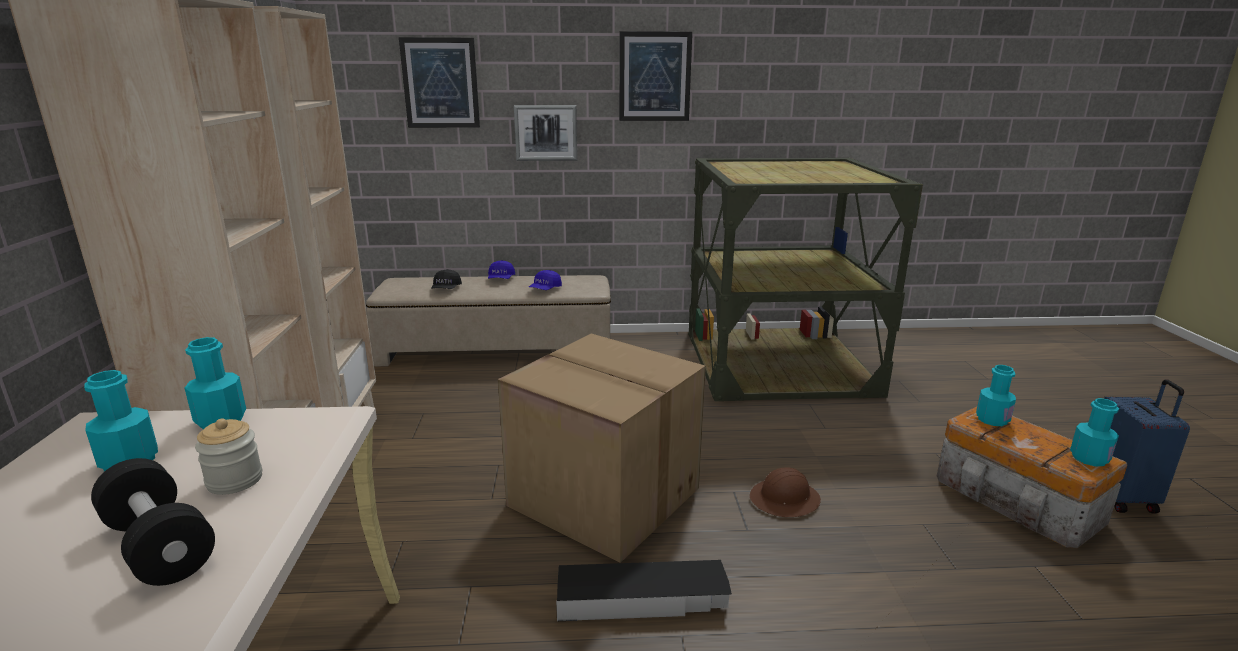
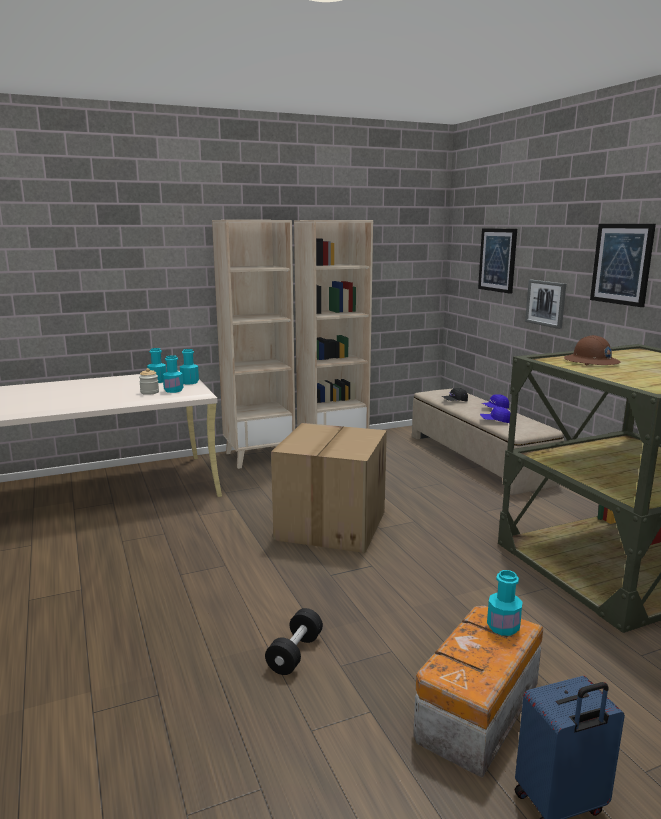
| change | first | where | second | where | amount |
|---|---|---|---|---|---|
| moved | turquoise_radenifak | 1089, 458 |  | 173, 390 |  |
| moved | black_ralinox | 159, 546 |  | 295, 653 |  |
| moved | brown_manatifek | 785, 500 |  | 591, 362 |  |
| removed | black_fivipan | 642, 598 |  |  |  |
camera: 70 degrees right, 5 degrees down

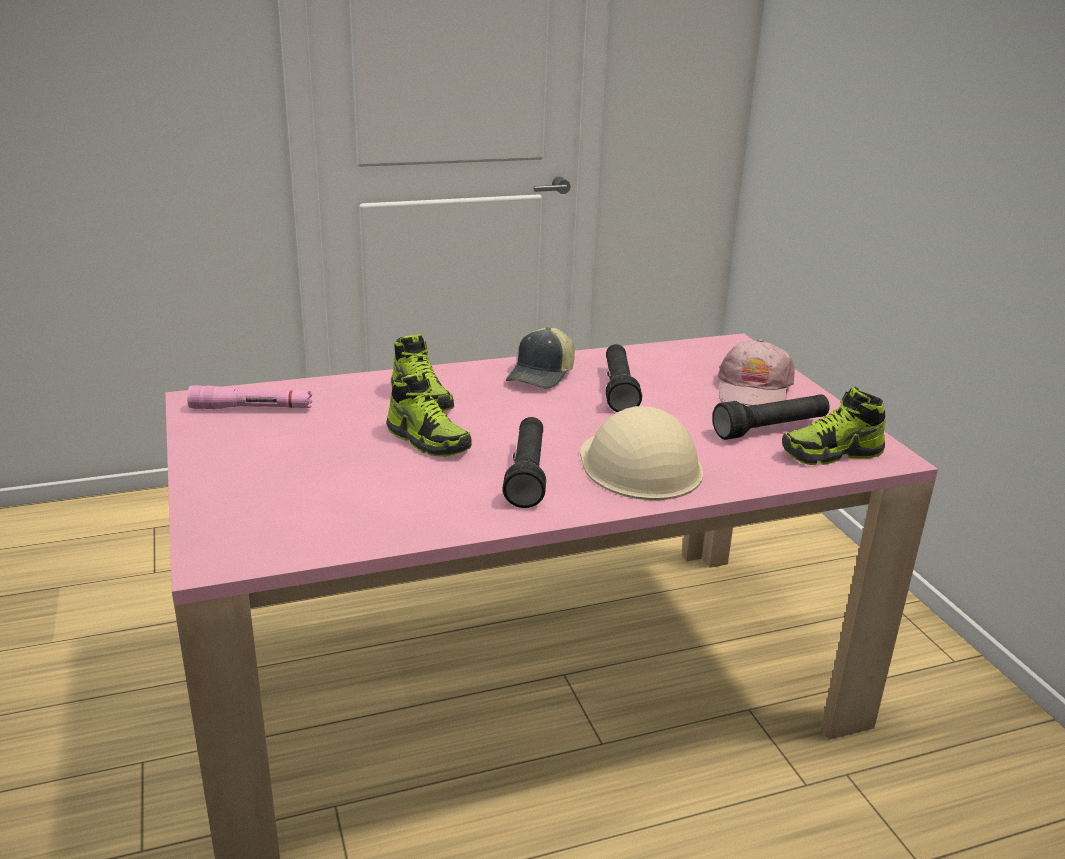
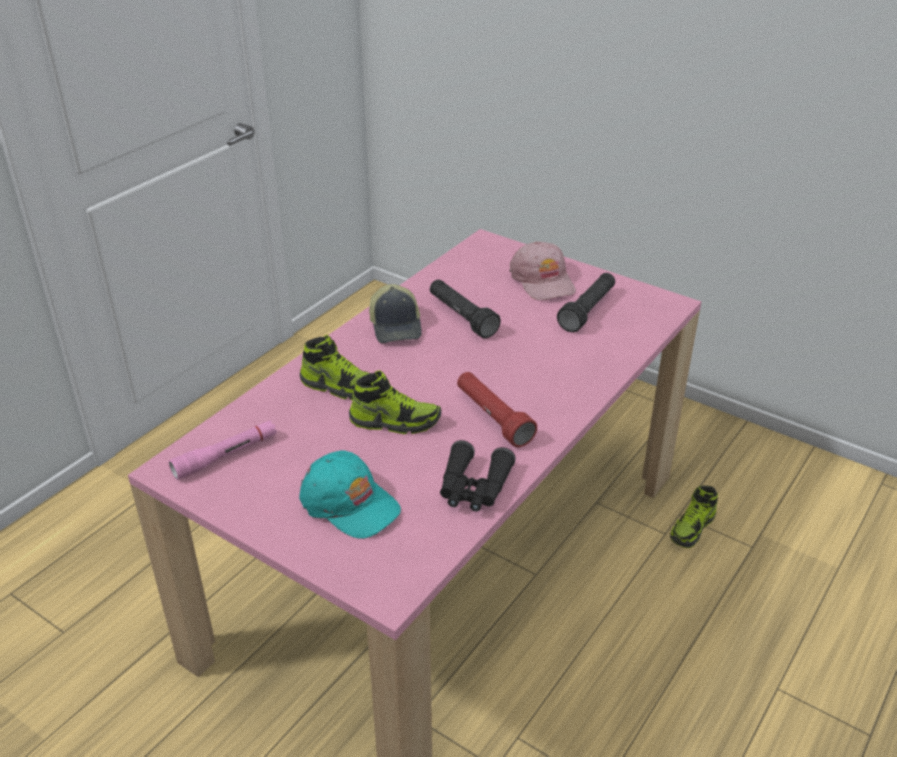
| change | first | where | second | where | amount |
|---|---|---|---|---|---|
| moved | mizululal | 831, 454 |  | 692, 529 |  |
| removed | beige_manatifek | 640, 464 |  |  |  |
| recoloured | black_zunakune | 527, 474 | red_zunakune | 493, 418 |  |
| added |  |  | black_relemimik | 473, 488 |  |
| added |  |  | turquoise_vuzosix | 349, 503 |  |
camera: 35 degrees left, 10 degrees up

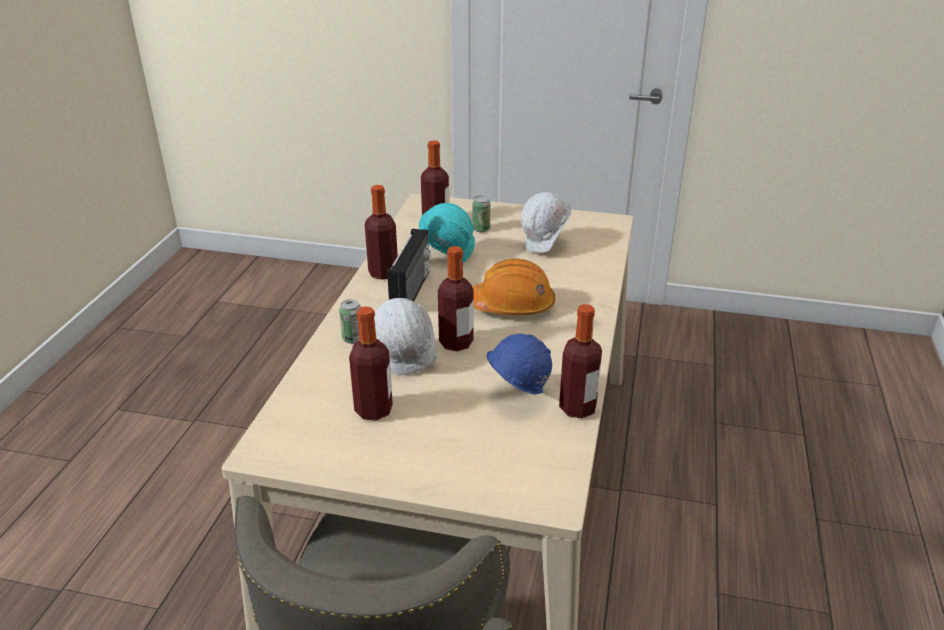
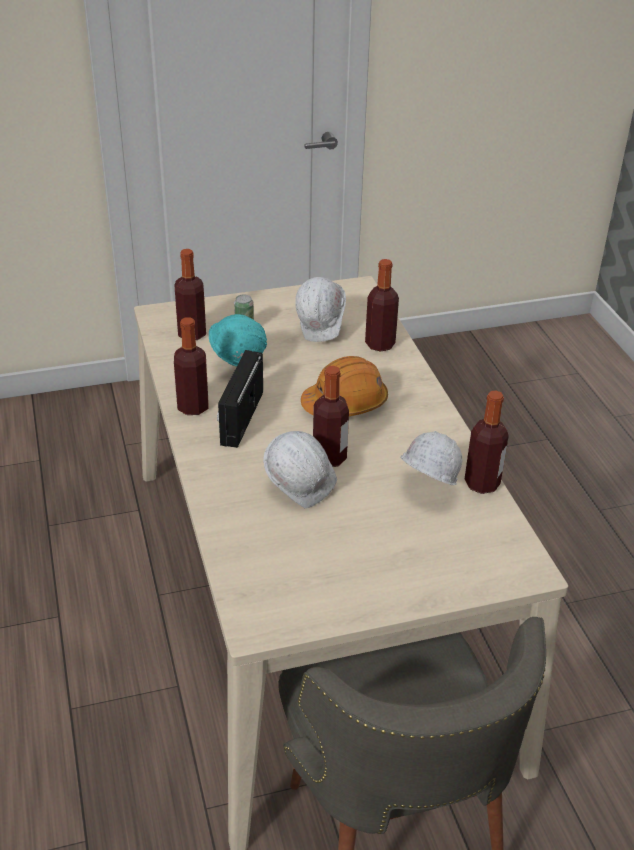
| change | first | where | second | where | amount |
|---|---|---|---|---|---|
| turned | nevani | 412, 291 |  | 240, 418 | 150 degrees counterclockwise |
| removed | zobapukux | 353, 339 |  |  |  |
| moved | radenifak | 373, 410 |  | 380, 344 |  |
| recoloured | blue_manatifek | 516, 396 | white_manatifek | 425, 491 |  |
camera: 30 degrees left, 5 degrees up

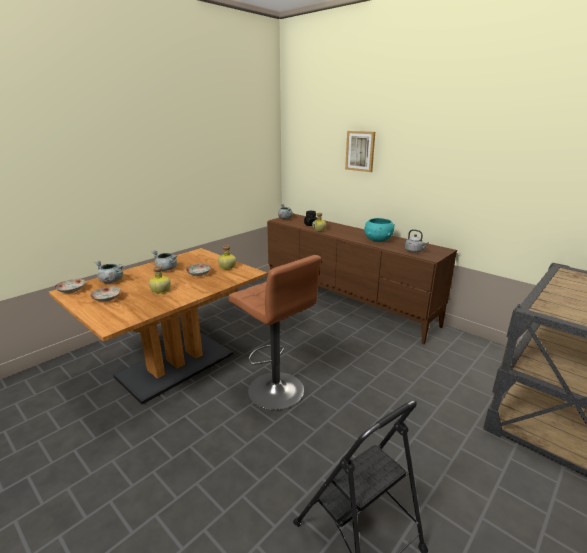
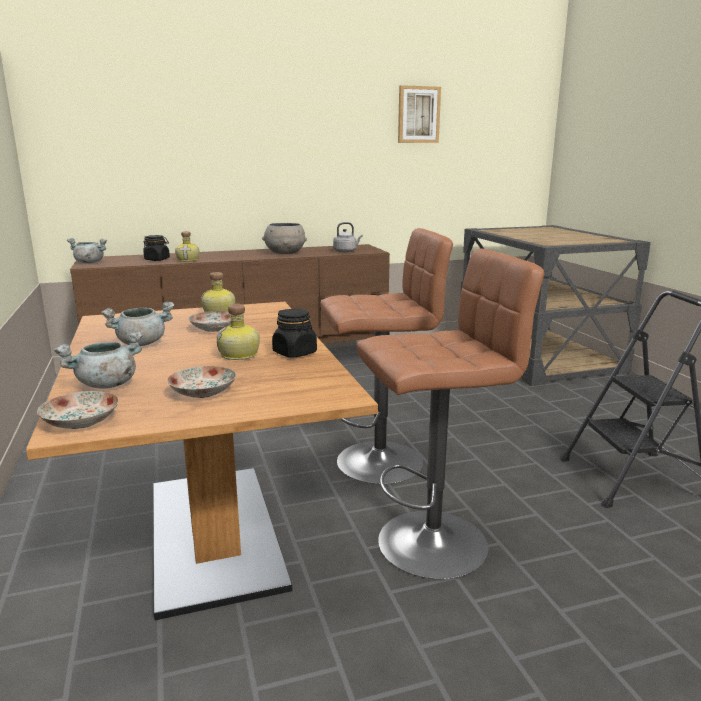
| change | first | where | second | where | amount |
|---|---|---|---|---|---|
| moved | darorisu | 360, 151 |  | 418, 115 |  |
| recoloured | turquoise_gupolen | 378, 240 | grey_gupolen | 285, 252 |  |
| added |  |  | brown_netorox | 434, 543 |  |
| added |  |  | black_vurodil | 295, 353 |  |
camera: 60 degrees left, 5 degrees down

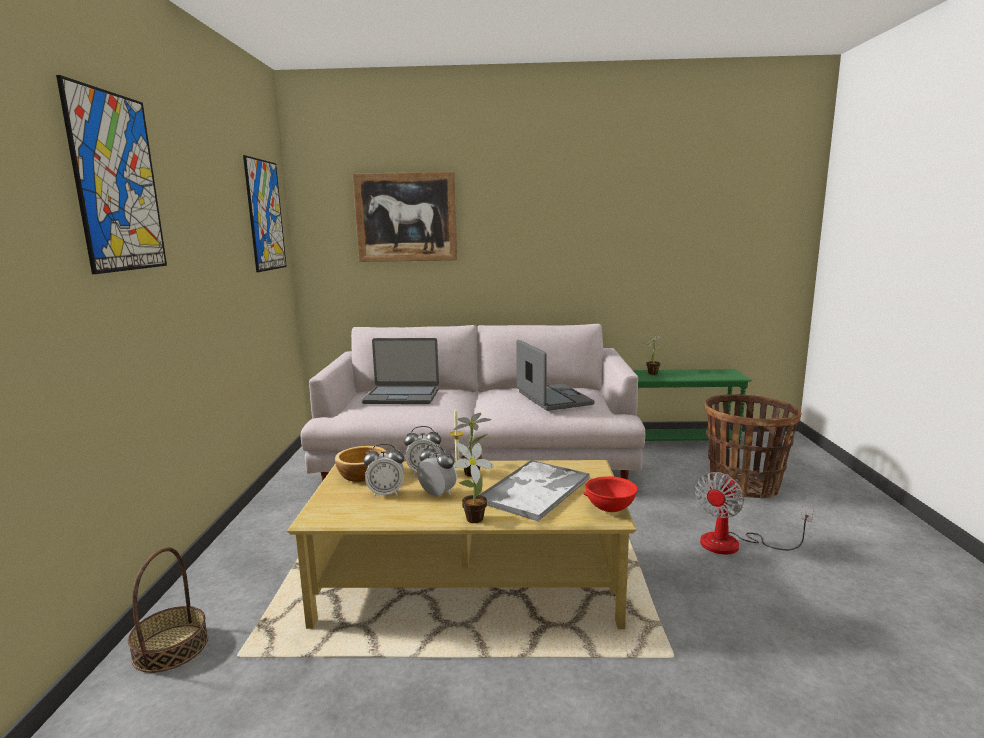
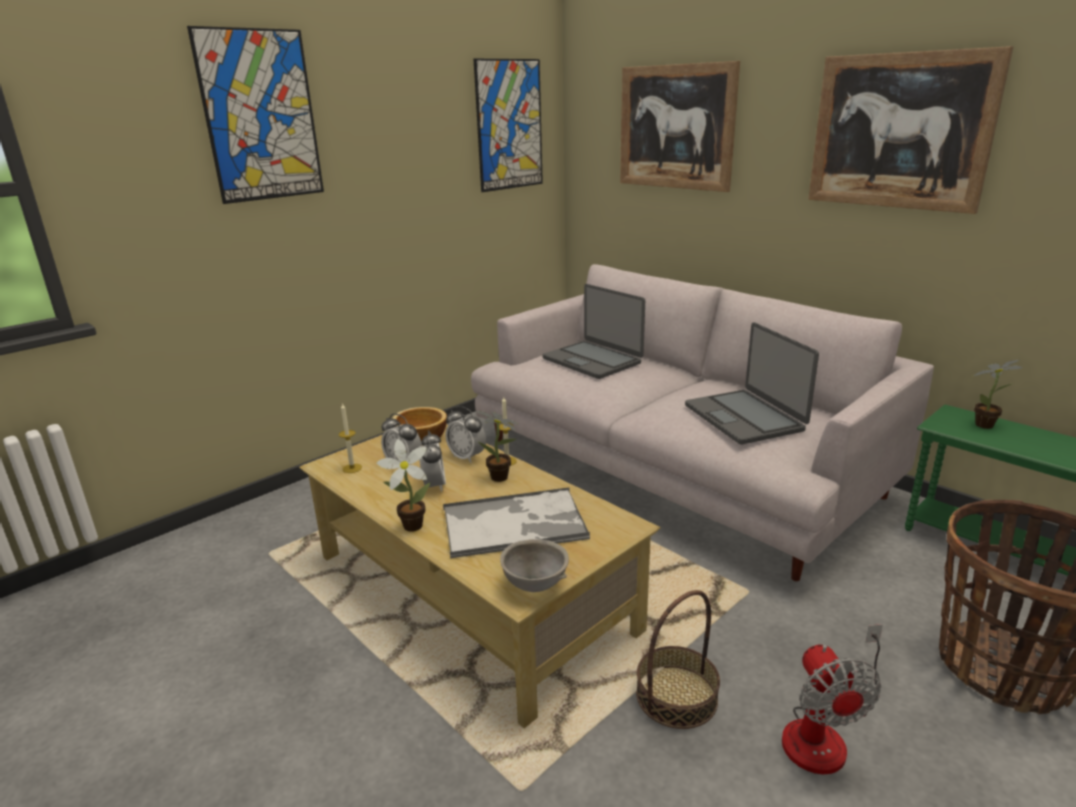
| change | first | where | second | where | amount |
|---|---|---|---|---|---|
| turned | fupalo | 553, 398 |  | 745, 418 | 135 degrees clockwise |
| turned | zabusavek | 734, 544 |  | 824, 733 | 90 degrees counterclockwise |
| recoloured | red_gupolen | 609, 509 | grey_gupolen | 535, 584 |  |
| moved | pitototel | 170, 648 |  | 676, 696 |  |
| added |  |  | darorisu | 899, 131 |  |
| added |  |  | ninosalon | 352, 468 |  |
camera: 45 degrees right, 10 degrees up

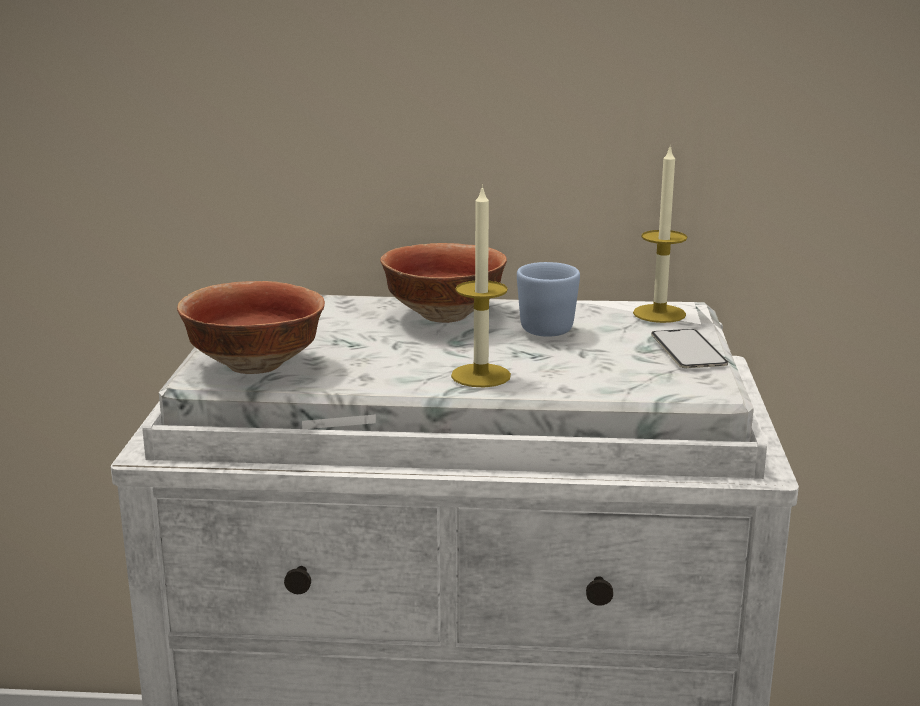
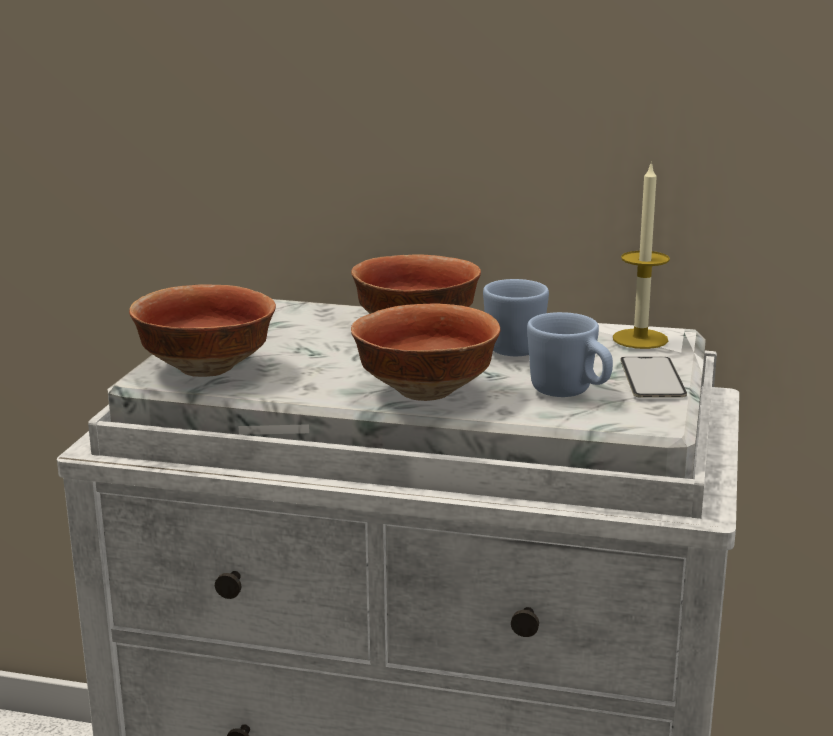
| change | first | where | second | where | amount |
|---|---|---|---|---|---|
| replaced | ninosalon | 481, 375 | gupolen | 423, 392 |  |
| added |  |  | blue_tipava | 570, 393 |  |
camera: 10 degrees right, 0 degrees up

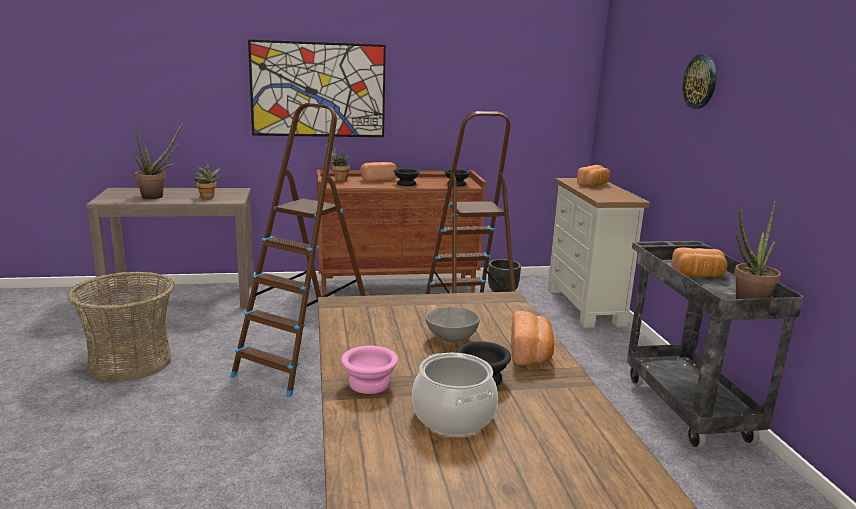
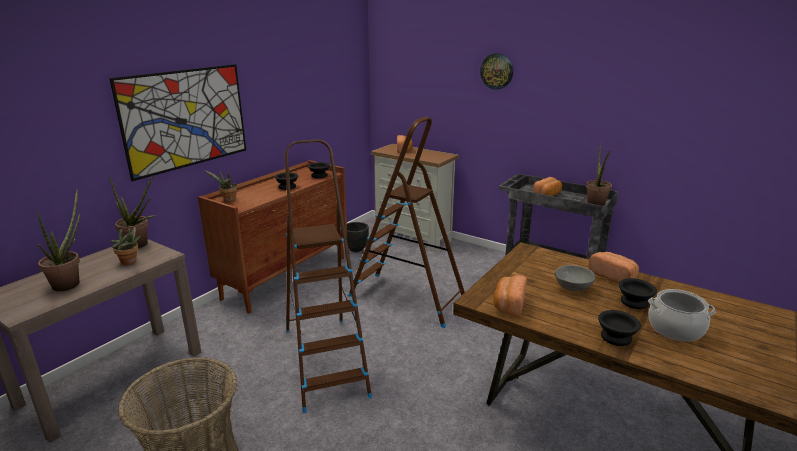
| change | first | where | second | where | amount |
|---|---|---|---|---|---|
| moved | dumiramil | 377, 179 |  | 508, 305 |  |
| recoloured | pink_gupolen | 369, 383 | black_gupolen | 614, 337 |  |
| added |  |  | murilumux | 140, 245 |  |
camera: 45 degrees left, 5 degrees up

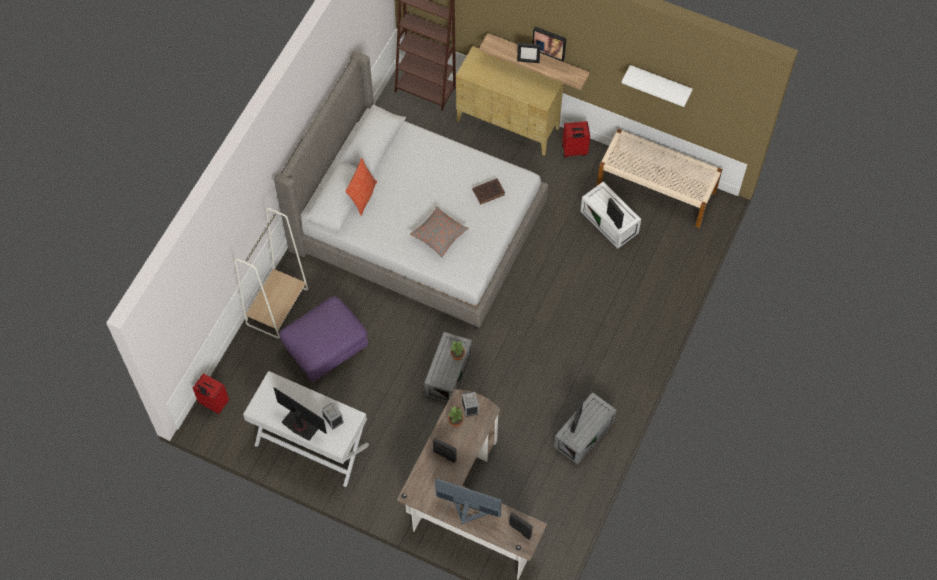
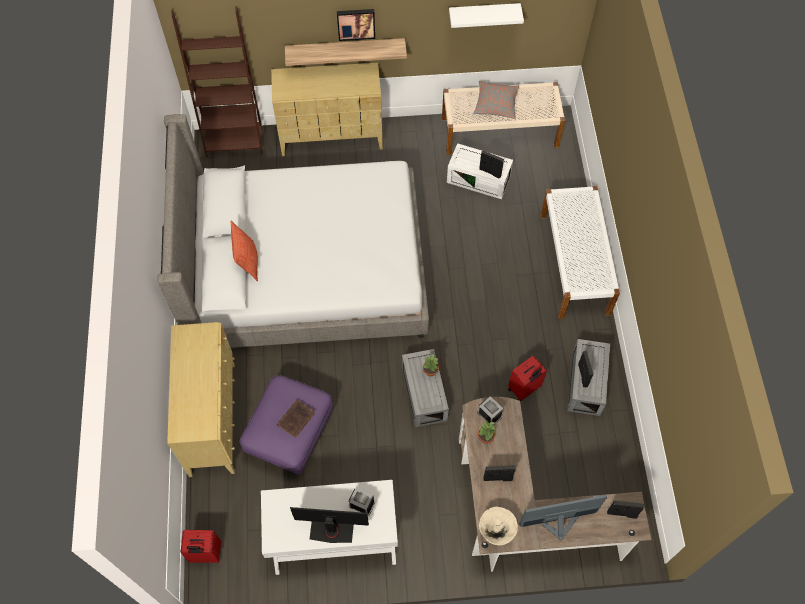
| change | first | where | second | where | amount |
|---|---|---|---|---|---|
| removed | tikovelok | 528, 60 |  |  |  |
| moved | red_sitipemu | 574, 151 |  | 524, 389 |  |
| moved | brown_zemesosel | 489, 192 |  | 297, 418 |  |
| moved | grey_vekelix | 439, 235 |  | 496, 104 |  |
| replaced | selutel | 277, 307 | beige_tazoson | 214, 418 |  |
| added |  |  | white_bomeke | 575, 263 |  |
| added |  |  | beige_gupolen | 496, 532 |  |
camera: 30 degrees left, 0 degrees up

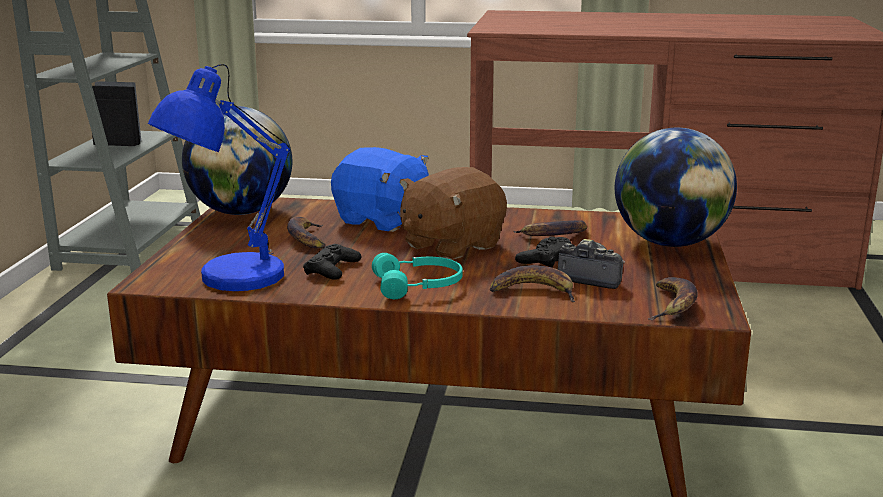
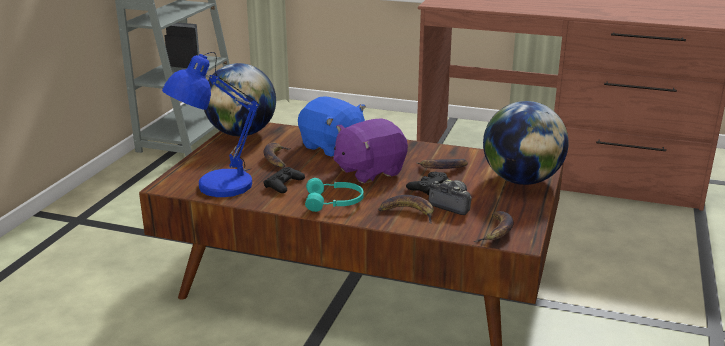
| change | first | where | second | where | amount |
|---|---|---|---|---|---|
| recoloured | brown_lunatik | 451, 245 | purple_lunatik | 369, 171 |  |
camera: 10 degrees right, 5 degrees up

